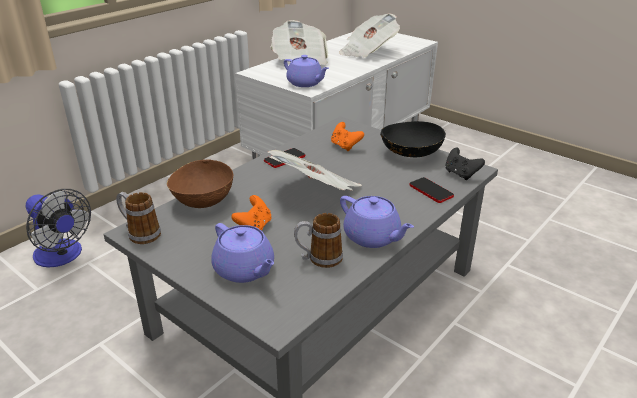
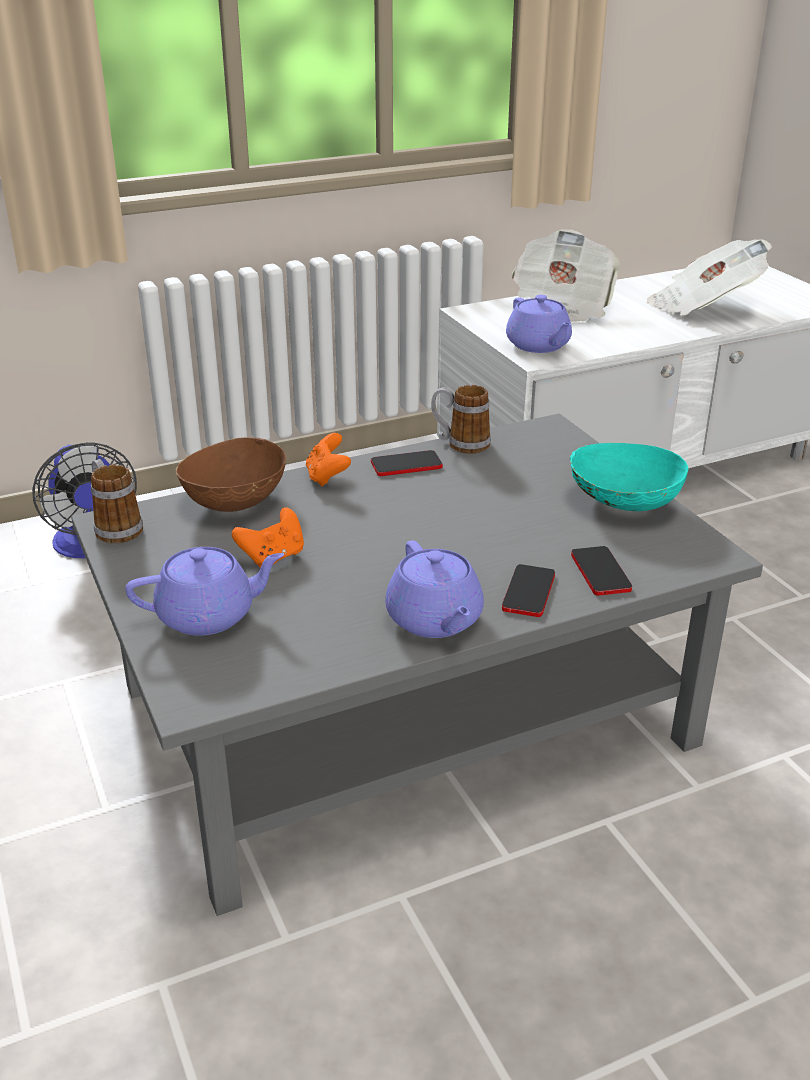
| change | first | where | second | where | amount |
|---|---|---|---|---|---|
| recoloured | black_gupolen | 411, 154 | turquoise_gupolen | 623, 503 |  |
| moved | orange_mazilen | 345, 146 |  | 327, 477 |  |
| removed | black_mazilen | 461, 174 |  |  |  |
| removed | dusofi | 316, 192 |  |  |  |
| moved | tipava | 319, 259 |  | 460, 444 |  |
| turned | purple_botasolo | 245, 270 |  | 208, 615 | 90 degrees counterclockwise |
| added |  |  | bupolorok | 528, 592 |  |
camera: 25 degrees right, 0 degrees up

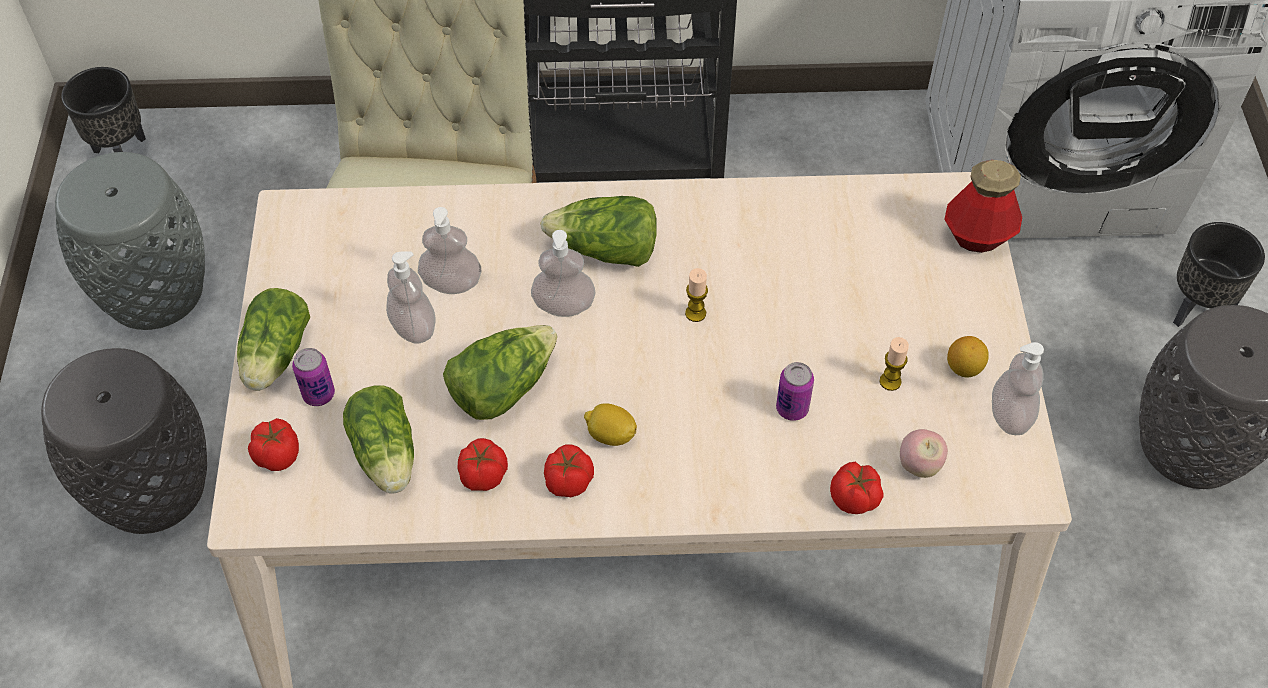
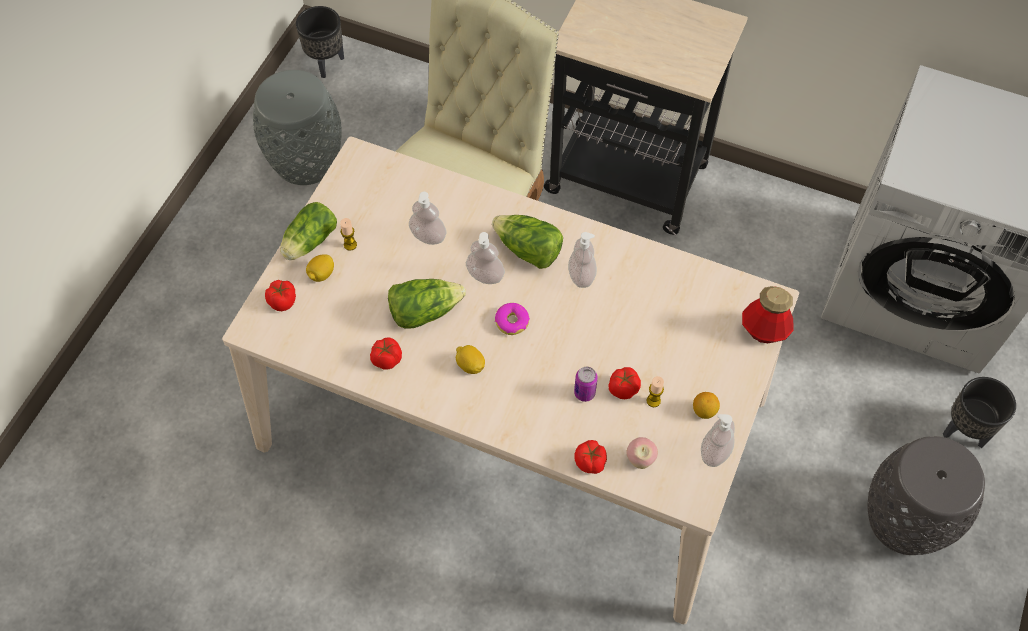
| change | first | where | second | where | amount |
|---|---|---|---|---|---|
| moved | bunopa | 413, 327 |  | 581, 275 |  |
| moved | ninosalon | 695, 313 |  | 350, 245 |  |
| removed | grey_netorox | 152, 488 |  |  |  |
| replaced | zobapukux | 318, 394 | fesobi | 321, 274 |  |
| removed | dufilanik | 386, 457 |  |  |  |
| moved | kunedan | 568, 482 |  | 622, 389 |  |
| added |  |  | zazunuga | 512, 321 |  |
camera: 25 degrees right, 5 degrees up

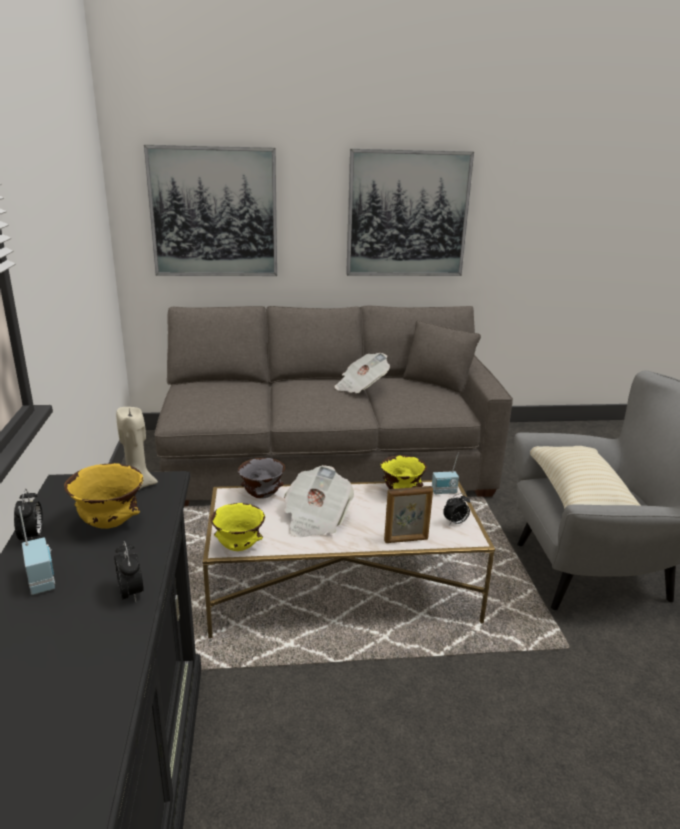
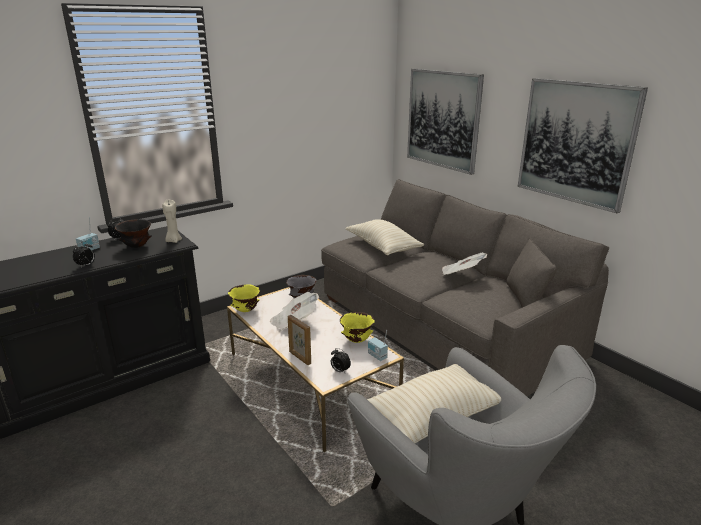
| change | first | where | second | where | amount |
|---|---|---|---|---|---|
| recoloured | yellow_gupolen | 111, 524 | black_gupolen | 137, 247 |  |
| added |  |  | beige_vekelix | 383, 247 |  |
camera: 60 degrees right, 0 degrees up

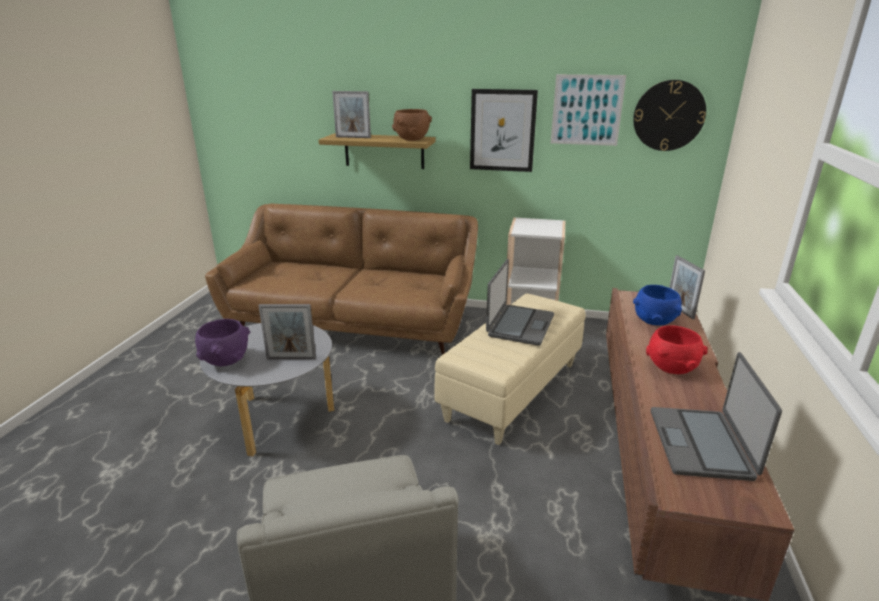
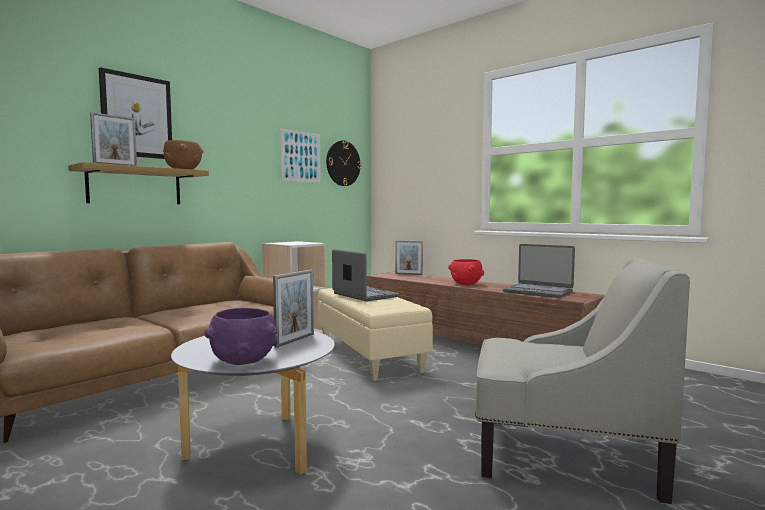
| change | first | where | second | where | amount |
|---|---|---|---|---|---|
| moved | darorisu | 502, 130 |  | 137, 116 |  |
| removed | blue_gupolen | 654, 321 |  |  |  |
camera: 60 degrees left, 20 degrees down

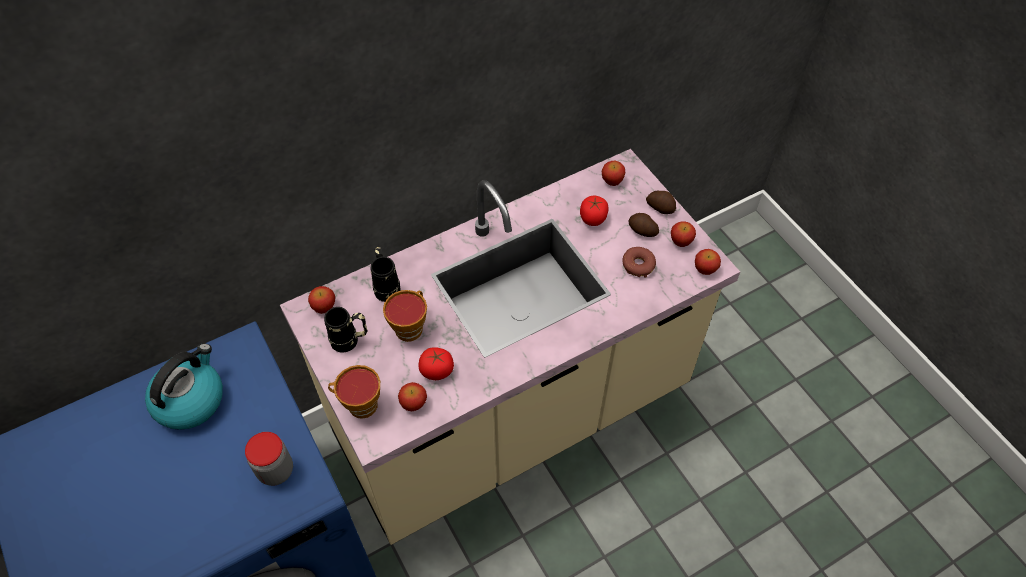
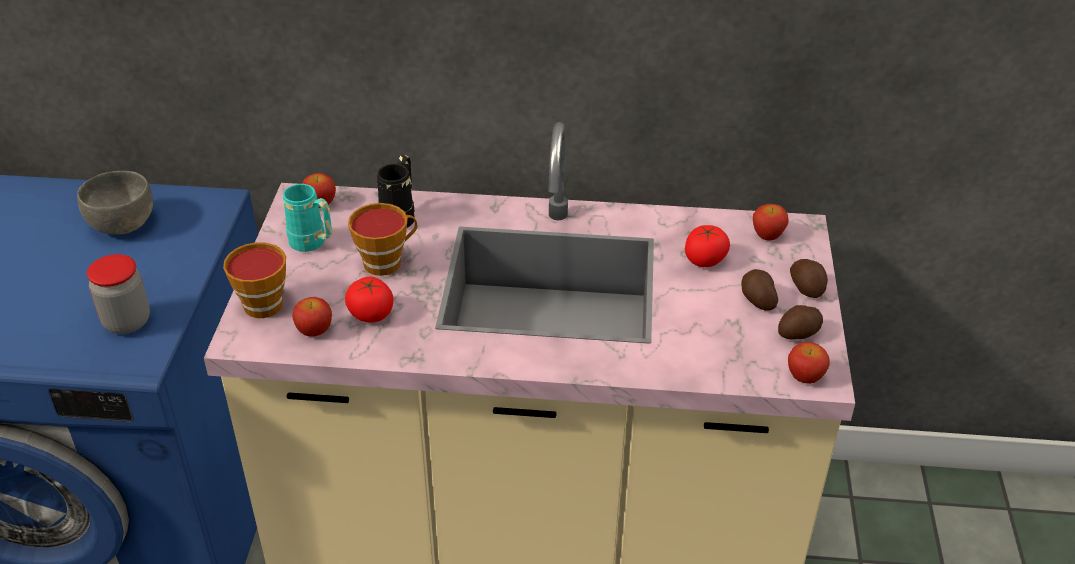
| change | first | where | second | where | amount |
|---|---|---|---|---|---|
| replaced | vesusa | 681, 241 | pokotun | 799, 333 |  |
| removed | zazunuga | 638, 265 |  |  |  |
| recoloured | black_tipava | 350, 341 | turquoise_tipava | 312, 244 |  |
| replaced | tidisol | 190, 400 | grey_gupolen | 121, 223 |  |
camera: 35 degrees right, 15 degrees down

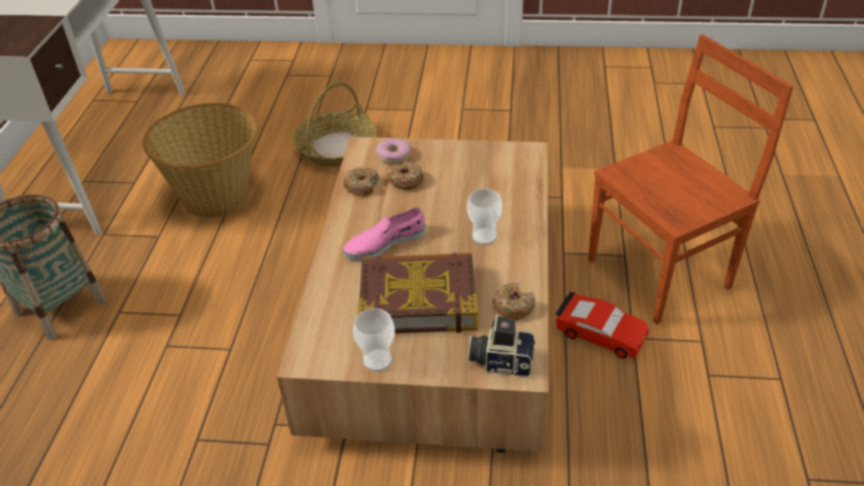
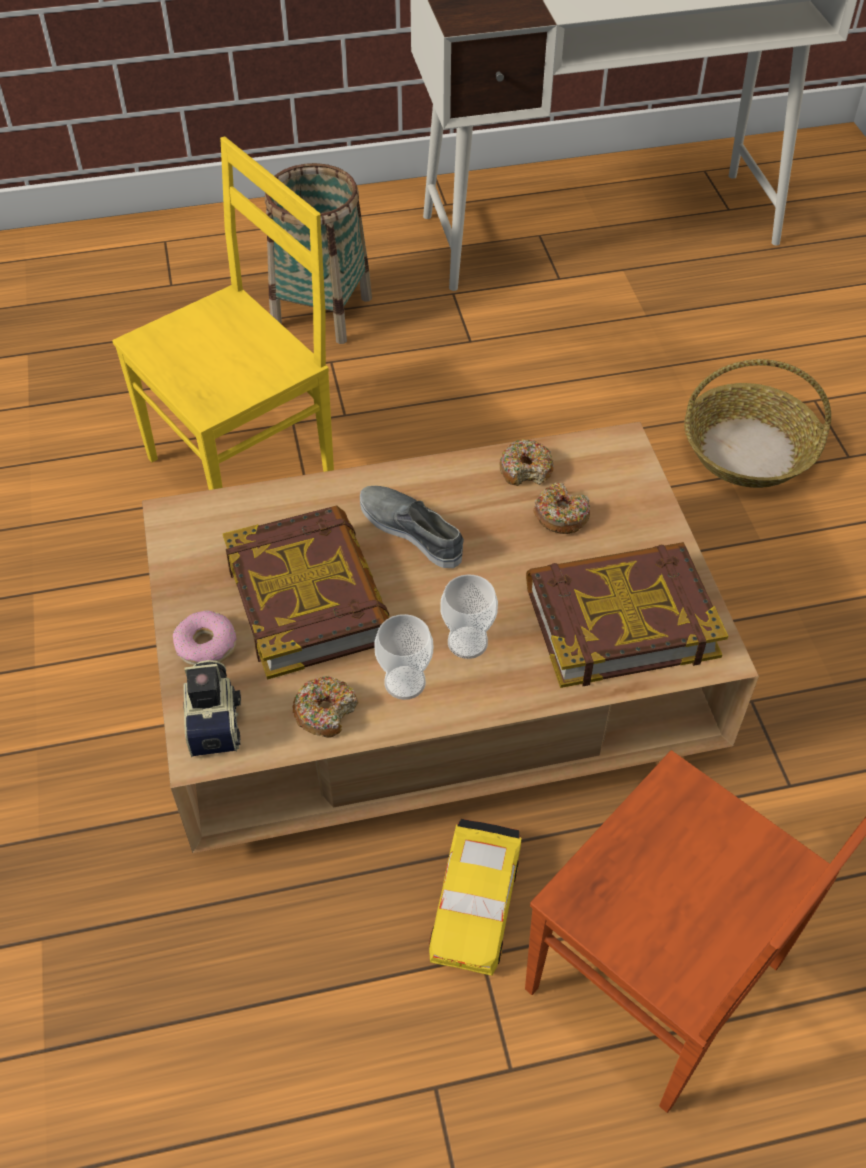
| change | first | where | second | where | amount |
|---|---|---|---|---|---|
| removed | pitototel | 217, 196 |  |  |  |
| moved | zazunuga | 394, 155 |  | 206, 645 |  |
| recoloured | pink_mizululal | 384, 242 | grey_mizululal | 412, 530 |  |
| recoloured | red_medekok | 600, 333 | yellow_medekok | 475, 904 |  |
| moved | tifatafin | 377, 360 |  | 405, 682 |  |
| added |  |  | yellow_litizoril | 245, 470 |  |
| added |  |  | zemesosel | 620, 620 |  |
camera: 70 degrees right, 10 degrees up

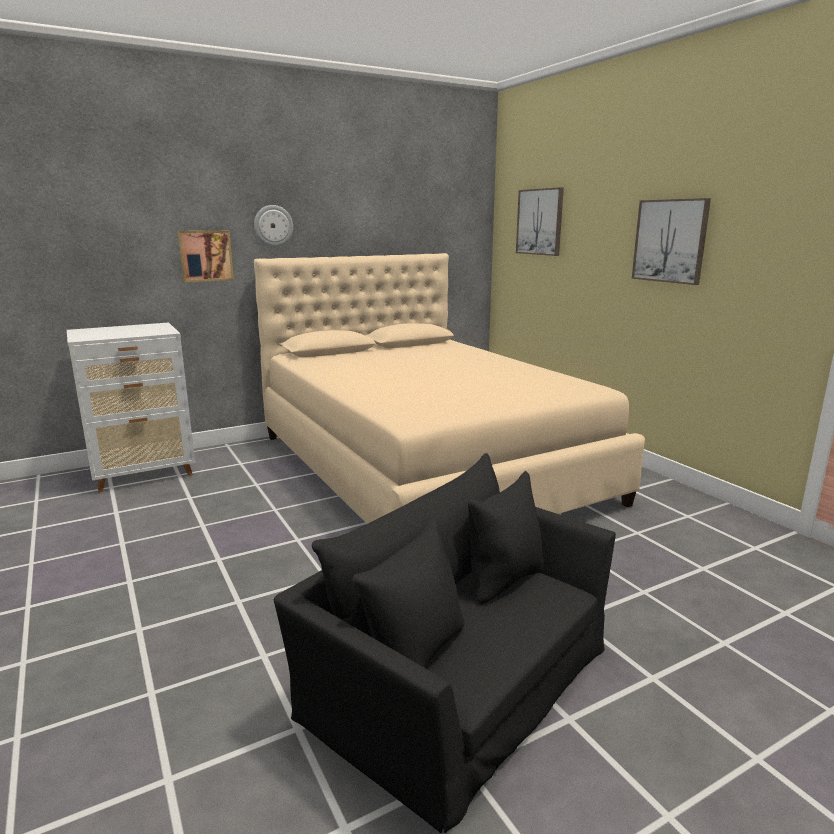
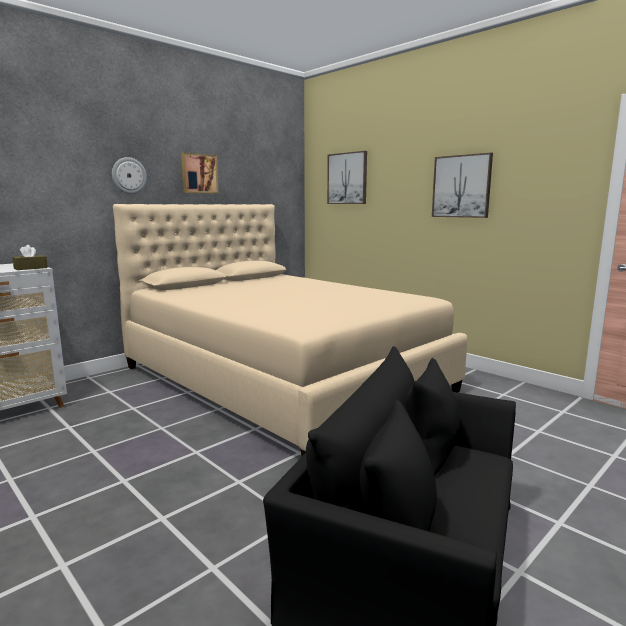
| change | first | where | second | where | amount |
|---|---|---|---|---|---|
| moved | darorisu | 205, 255 |  | 199, 173 |  |
| added |  |  | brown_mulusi | 30, 268 |  |
camera: 15 degrees left, 5 degrees down

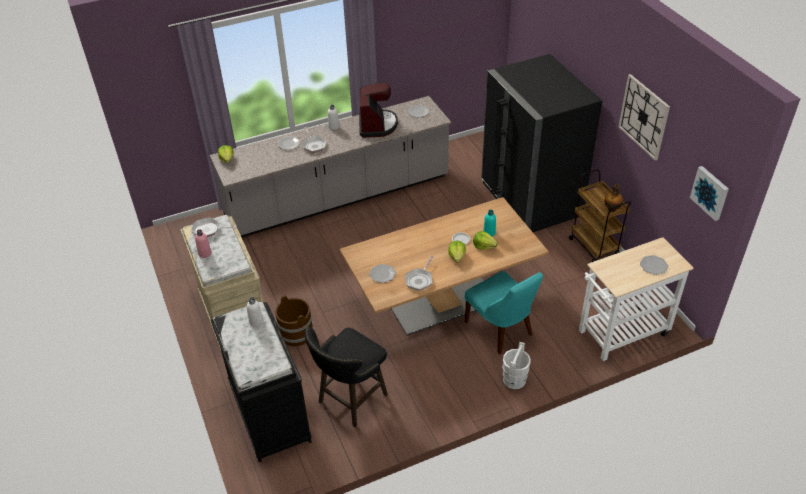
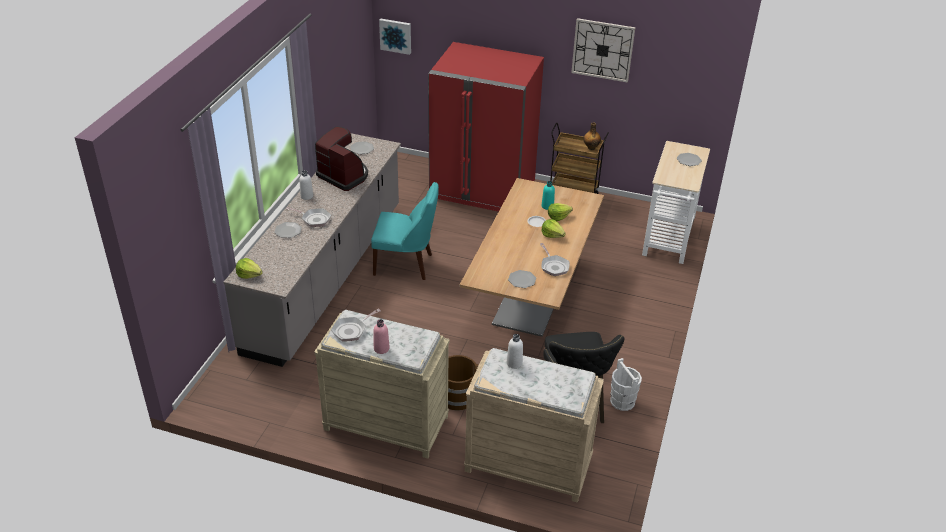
| change | first | where | second | where | amount |
|---|---|---|---|---|---|
| recoloured | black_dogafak | 530, 200 | red_dogafak | 482, 190 |  |
| moved | darorisu | 710, 192 |  | 396, 35 |  |
| moved | turquoise_litizoril | 500, 330 |  | 406, 265 |  |
| recoloured | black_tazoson | 269, 411 | beige_tazoson | 528, 464 |  |
| moved | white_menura | 514, 380 |  | 622, 401 |  |
camera: 50 degrees left, 5 degrees down

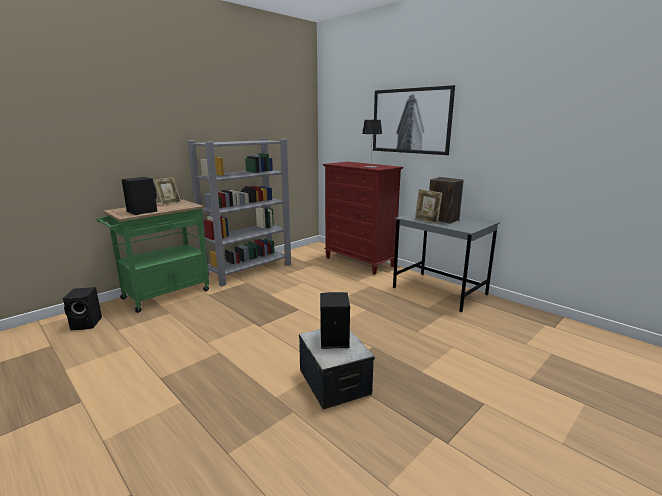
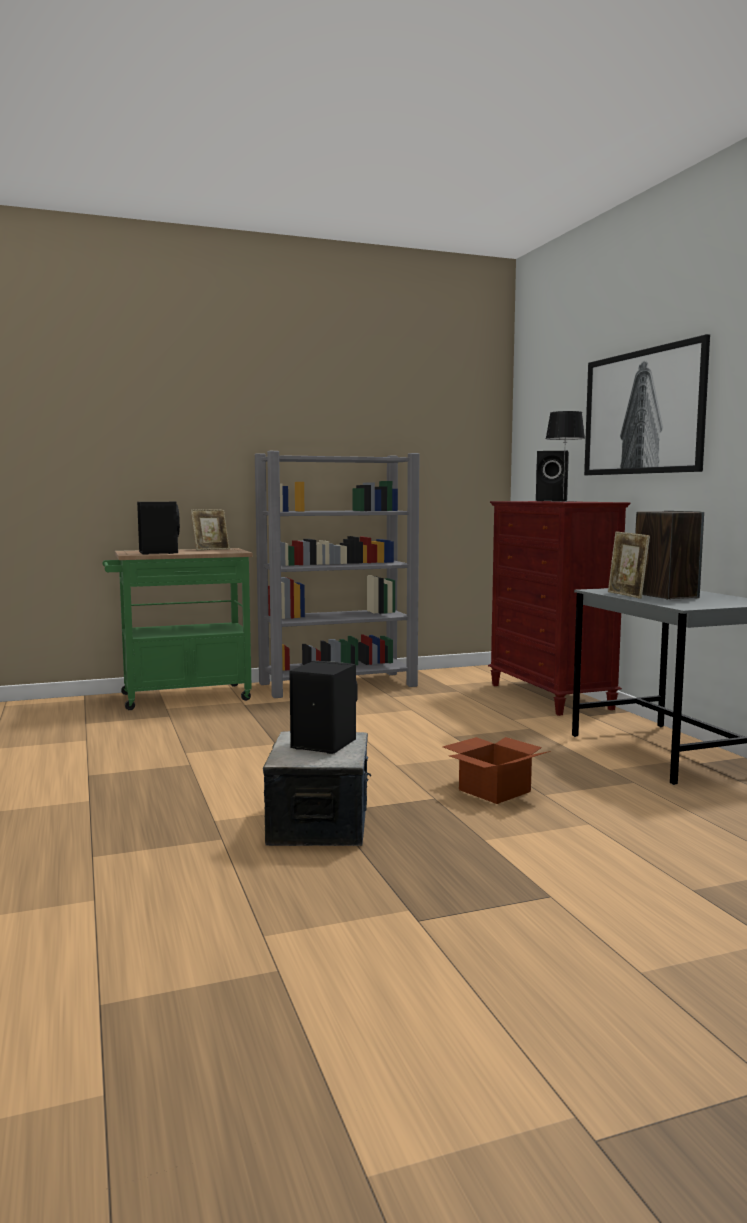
| change | first | where | second | where | amount |
|---|---|---|---|---|---|
| moved | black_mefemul | 87, 323 |  | 553, 501 |  |
| added |  |  | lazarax | 494, 790 |  |
camera: 25 degrees right, 10 degrees down

